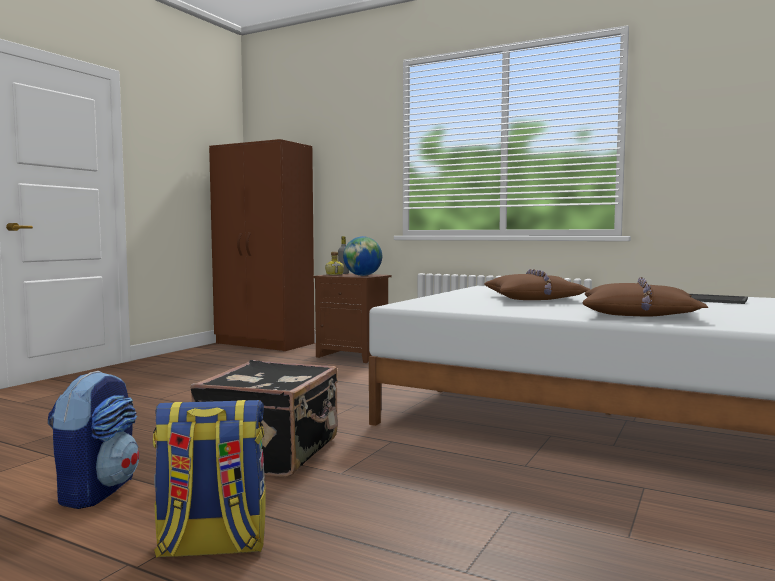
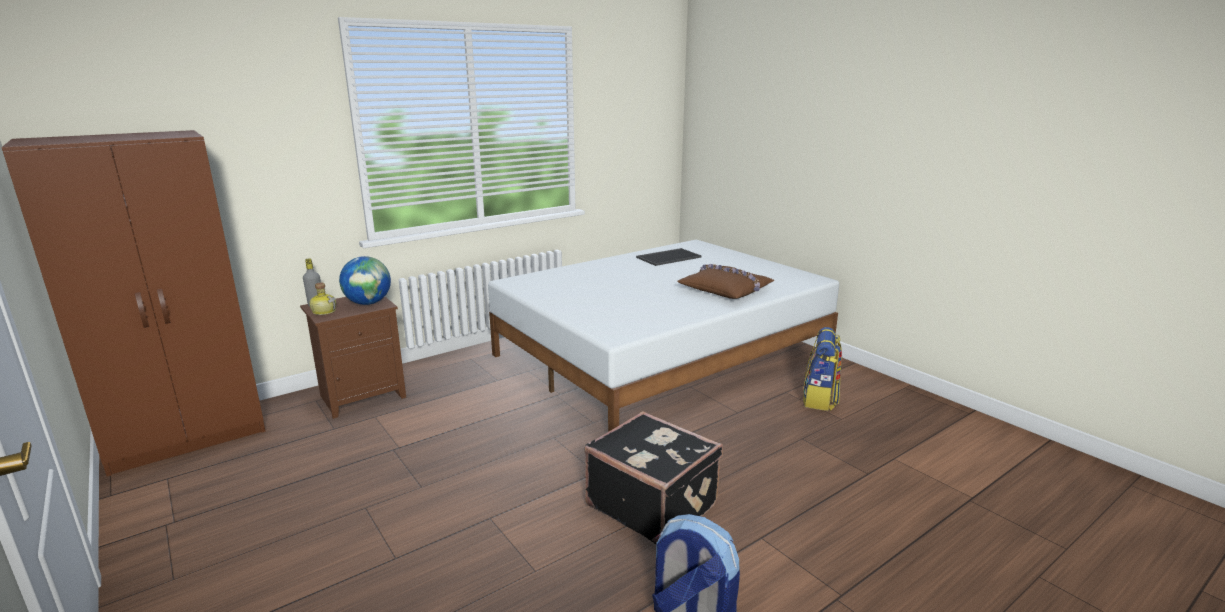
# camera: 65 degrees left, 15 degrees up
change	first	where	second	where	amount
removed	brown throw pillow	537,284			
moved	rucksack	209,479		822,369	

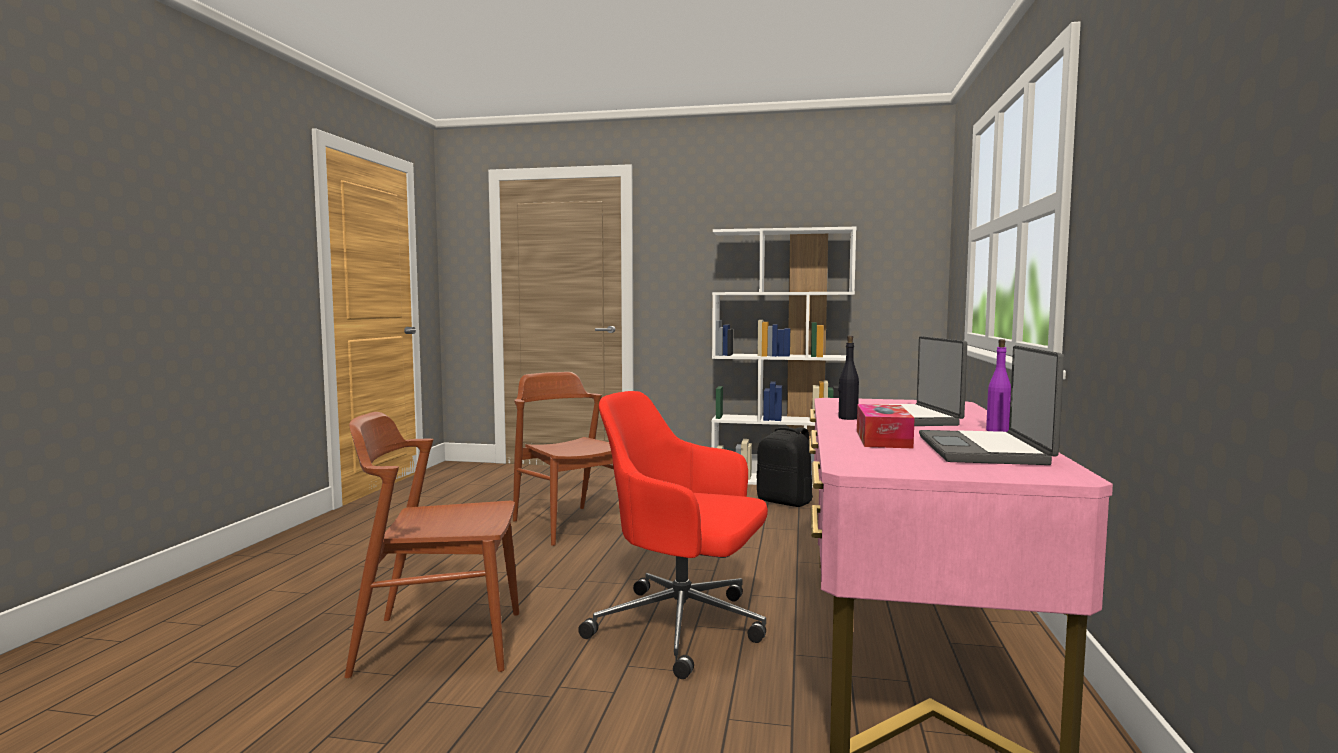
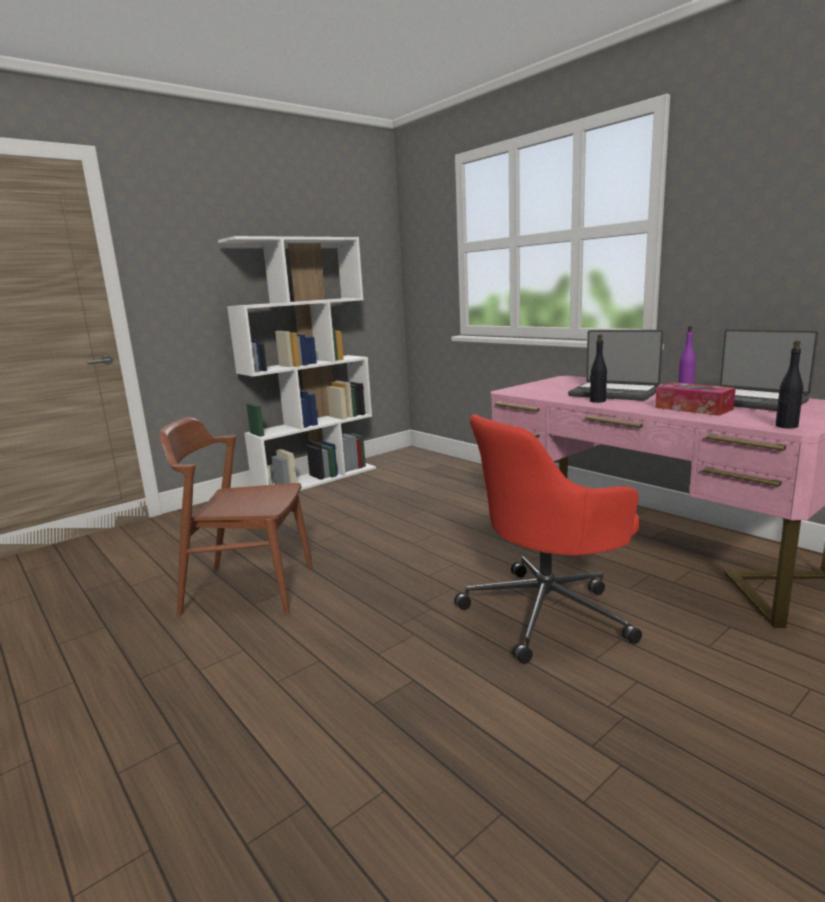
# camera: 50 degrees left, 10 degrees up
change	first	where	second	where	amount
removed	brown chair	432,545			
removed	black rucksack	784,466			
added			black beverage bottle	789,384	

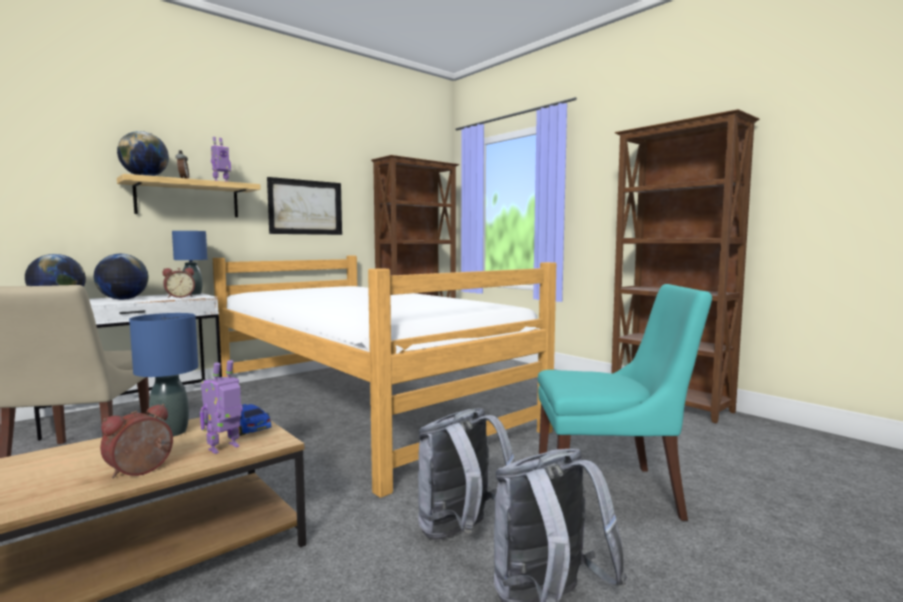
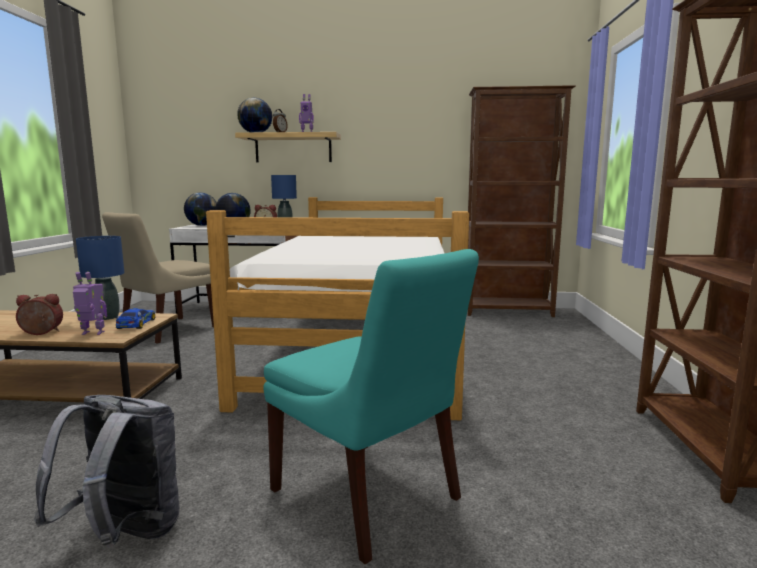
# camera: 45 degrees right, 5 degrees up
change	first	where	second	where	amount
removed	wall art	304,206			
removed	greyish rucksack	466,473			

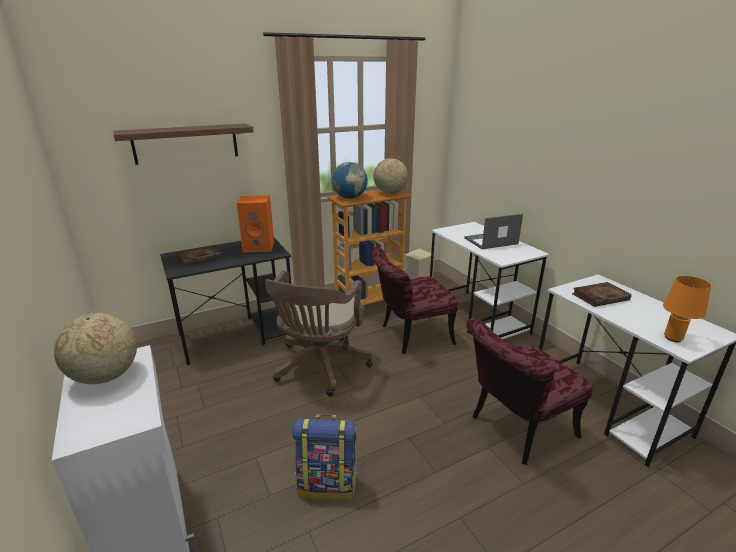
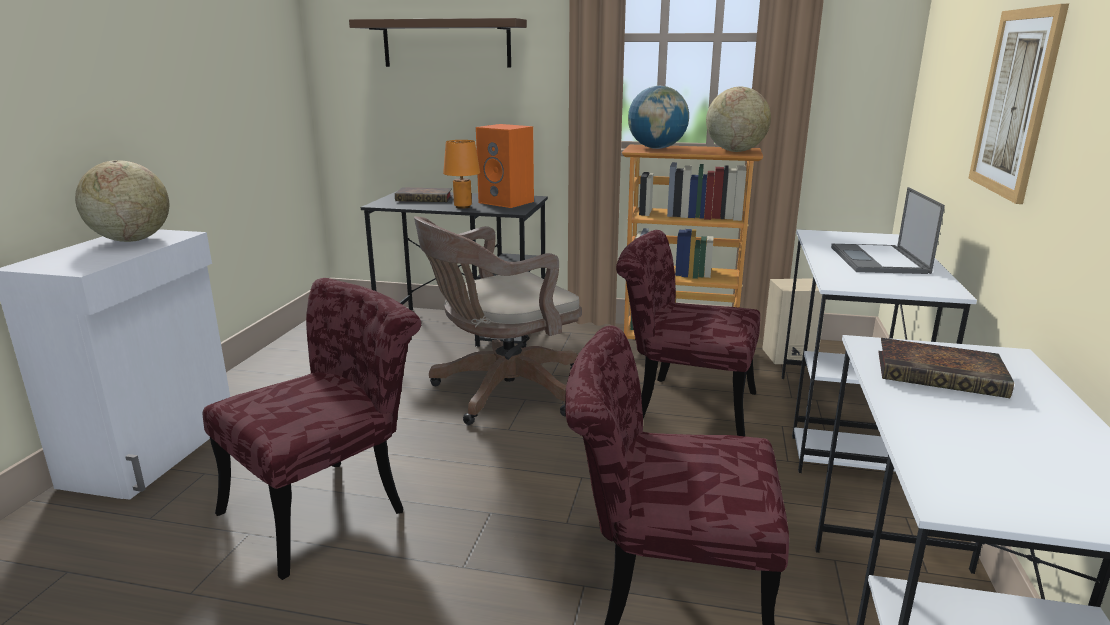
# camera: 40 degrees right, 5 degrees down
change	first	where	second	where	amount
added			wall art	1018,104	
moved	orange tabletop lamp	687,309		461,174	
replaced	rucksack	324,457	red chair	312,429	
turned	laptop	493,231		888,230	105 degrees counterclockwise

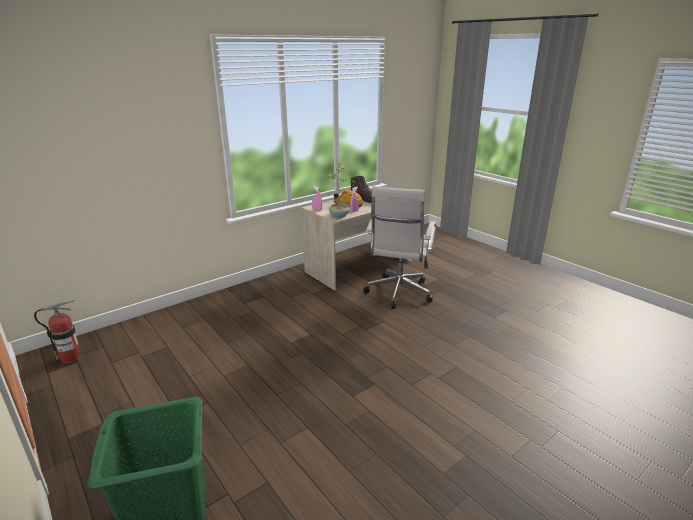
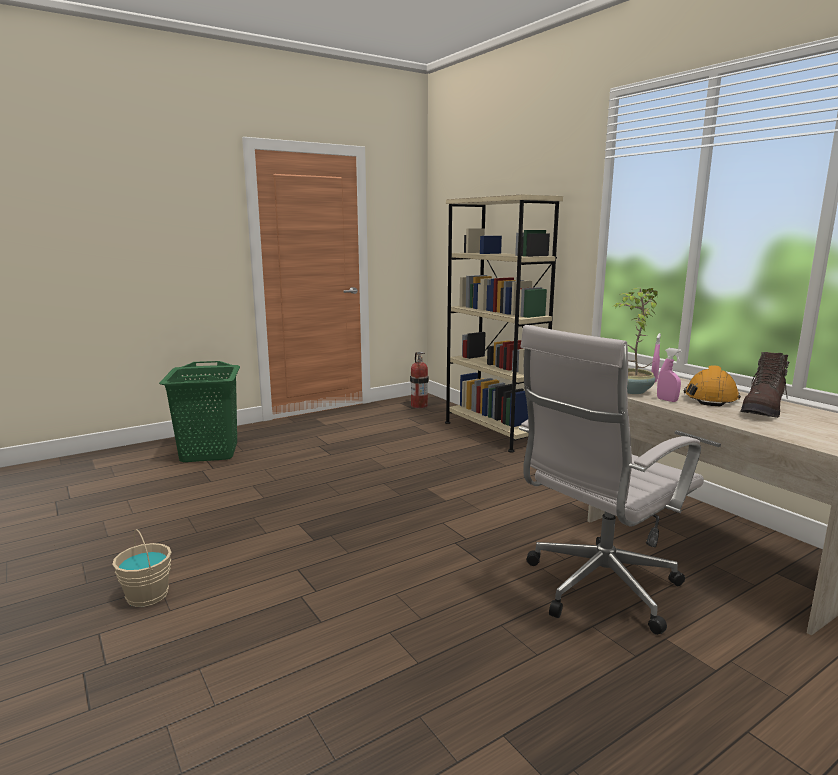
# camera: 95 degrees right, 10 degrees down
change	first	where	second	where	amount
added			beige bucket	141,568	
added			beige bookcase	504,323	
turned	whitish computer chair	399,247		611,480	60 degrees counterclockwise

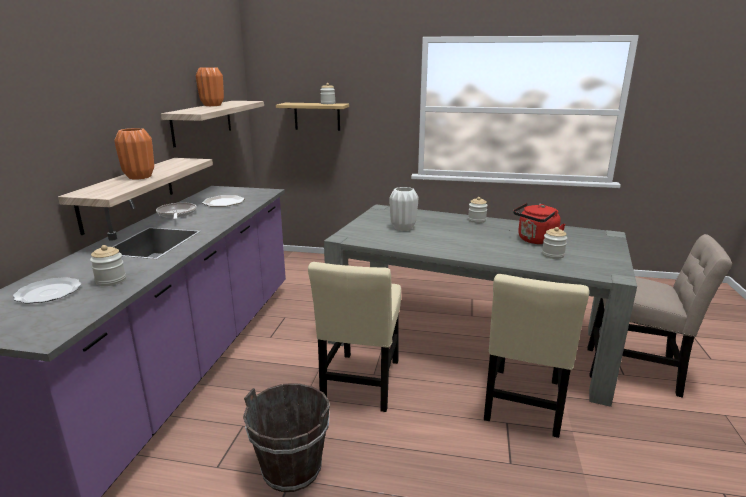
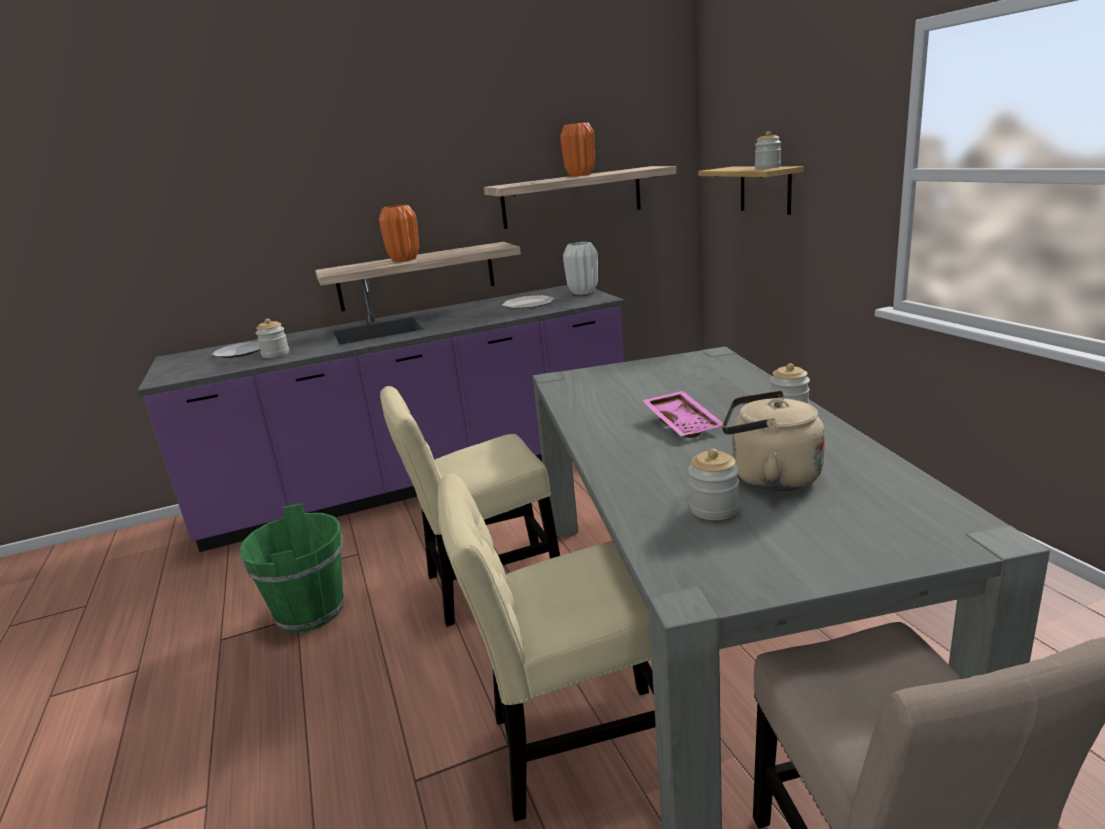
# camera: 60 degrees right, 0 degrees up
change	first	where	second	where	amount
removed	frying pan	176,211			
added			pink serving tray	682,414	
moved	whitish flower vase	404,209		580,268	
recoloured	brown bucket	286,437	greenish bucket	291,567	
recoloured	red water kettle	539,224	beige water kettle	773,441	

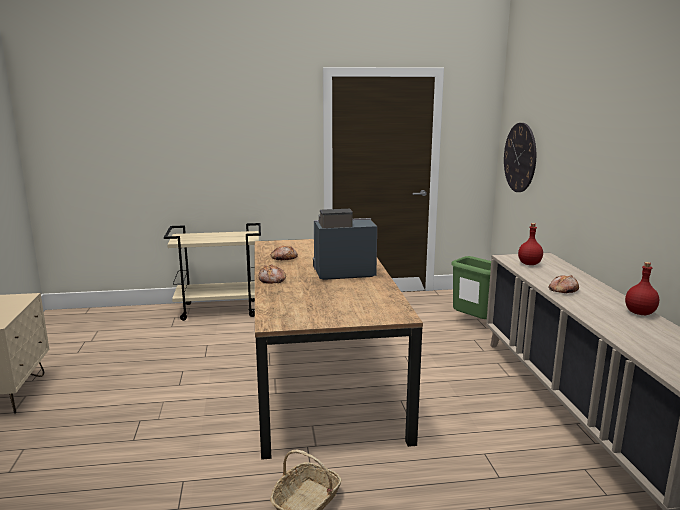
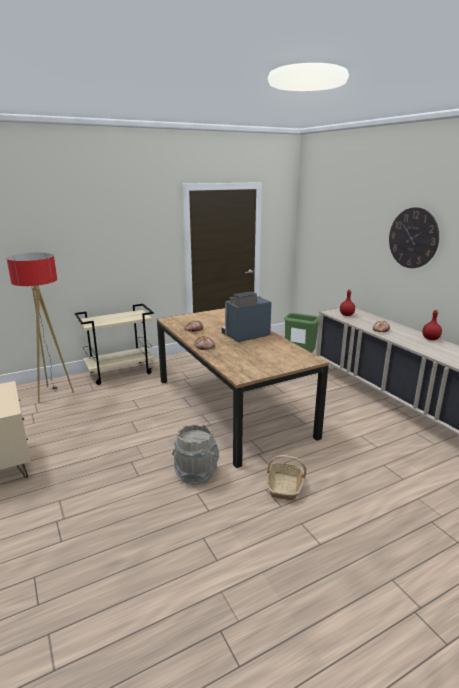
# camera: 20 degrees left, 5 degrees up
change	first	where	second	where	amount
added			floor lamp	40,328	
added			greyish bucket	195,454	
moved	wall clock	520,157		414,237	

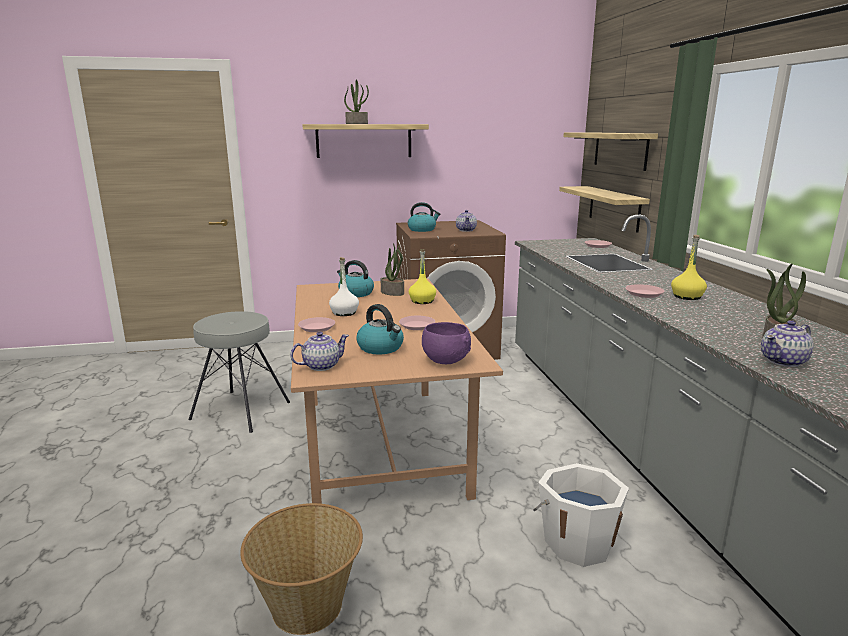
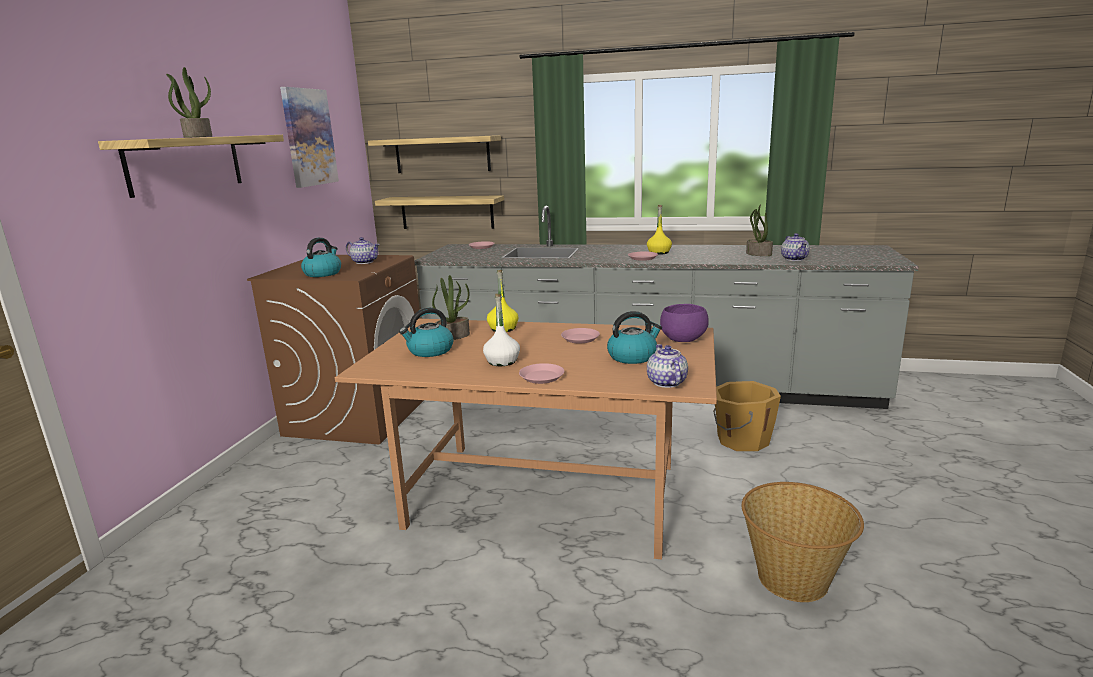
# camera: 65 degrees left, 0 degrees up
change	first	where	second	where	amount
removed	greyish stool seat	239,372			
added			wall art	309,137	
recoloured	whitish bucket	581,515	orange bucket	747,416	

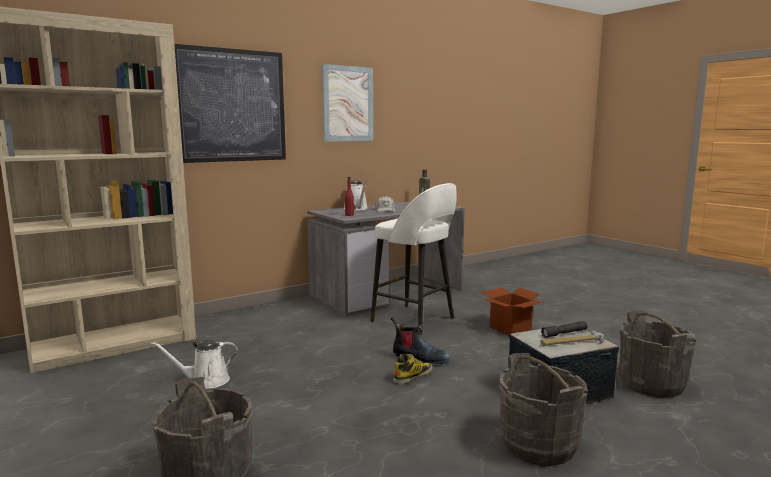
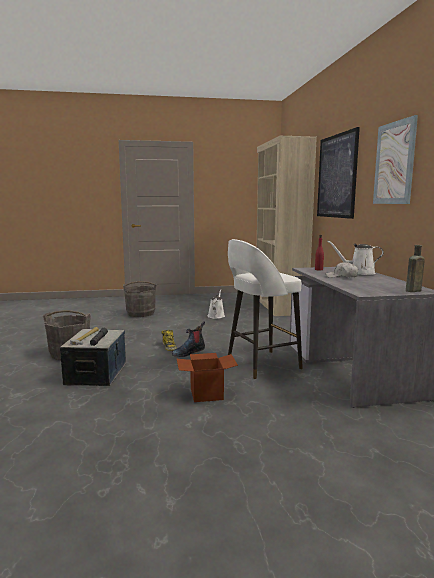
# camera: 115 degrees right, 0 degrees up
change	first	where	second	where	amount
removed	greyish bucket	657,354			

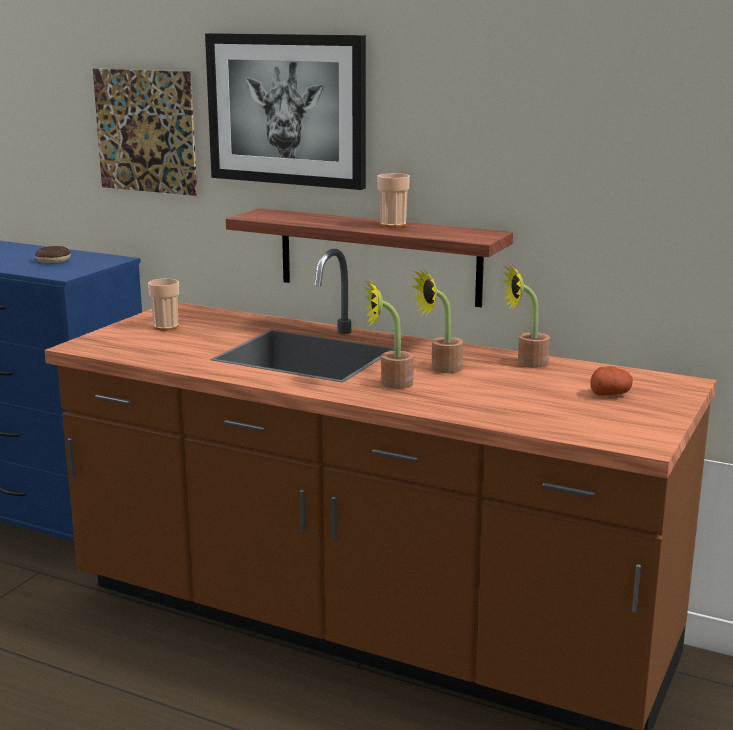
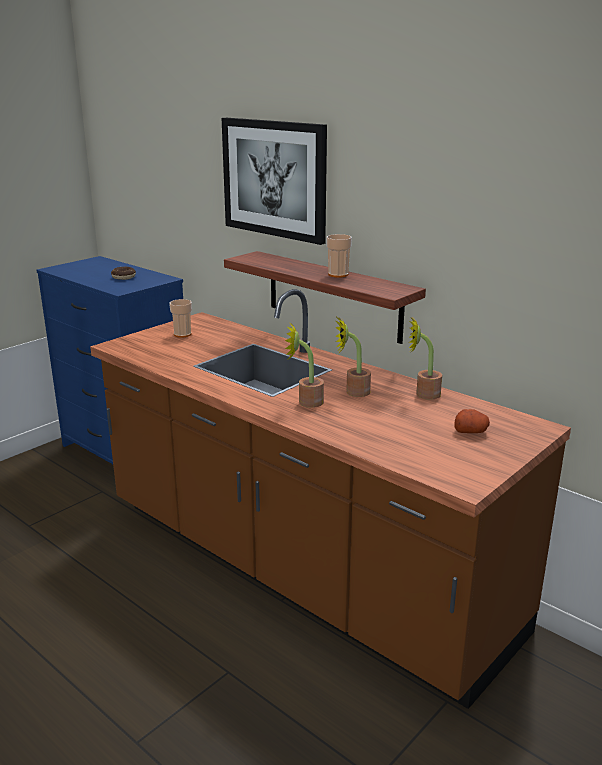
# camera: 15 degrees right, 5 degrees up
change	first	where	second	where	amount
removed	wall art	145,132			

